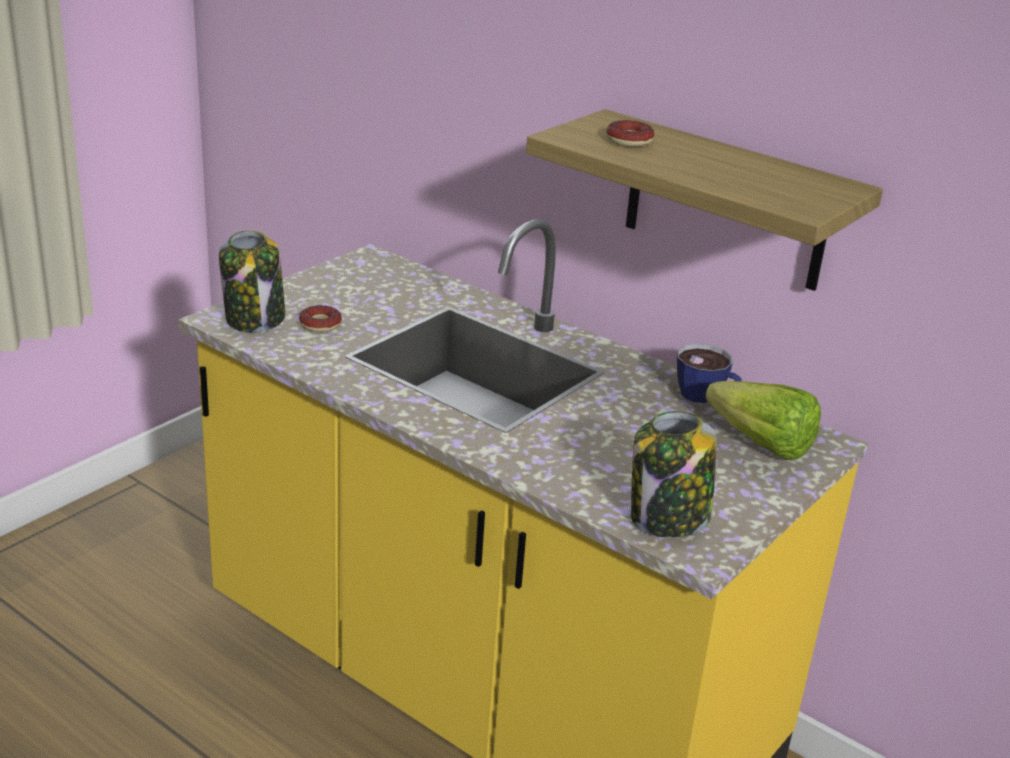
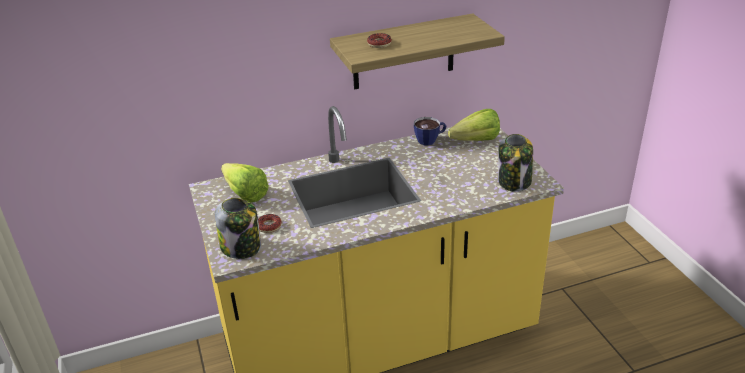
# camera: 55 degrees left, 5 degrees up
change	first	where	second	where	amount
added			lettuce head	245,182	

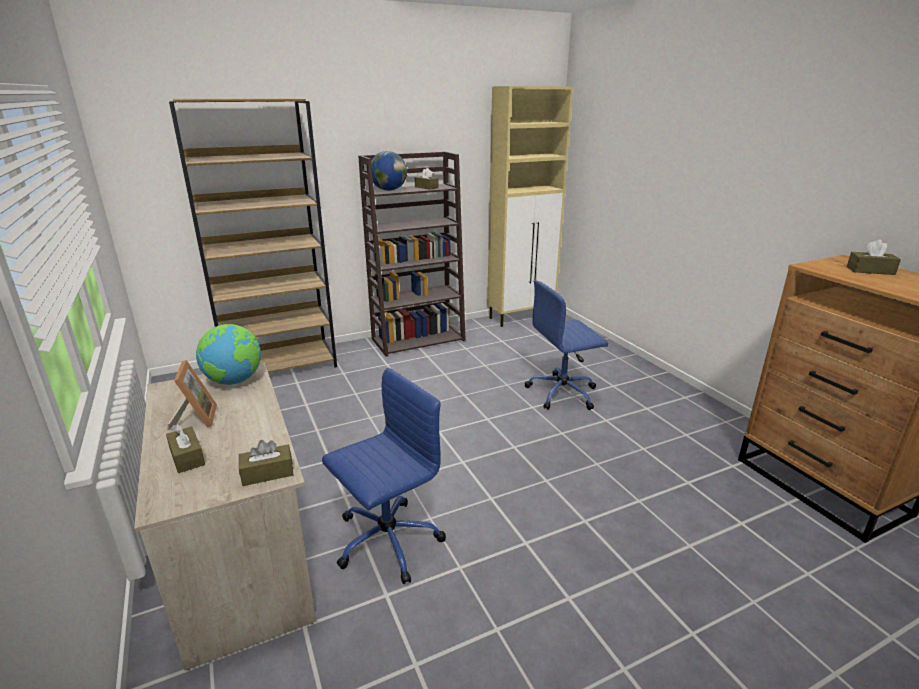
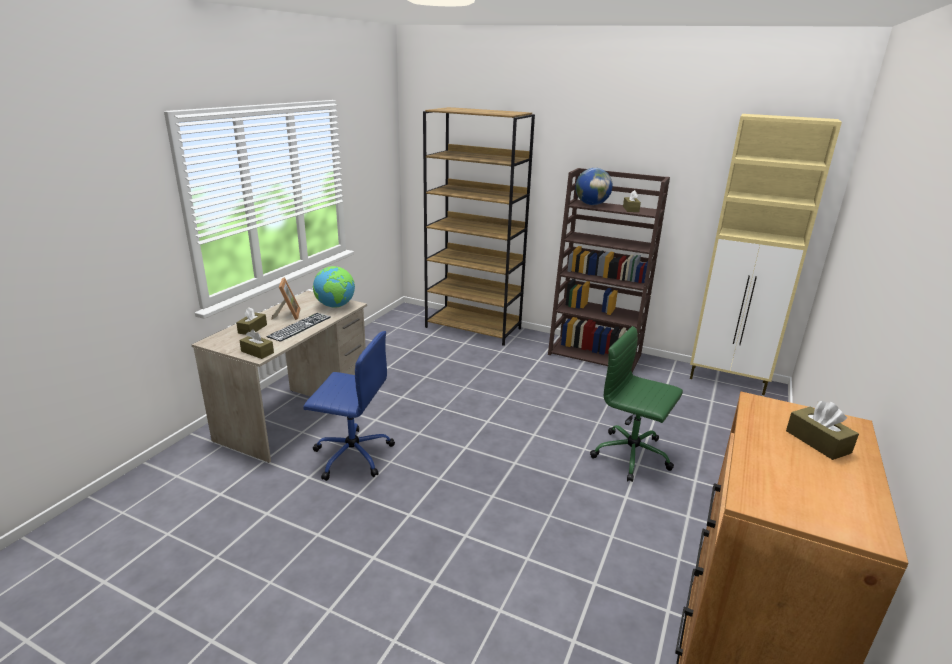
# camera: 50 degrees right, 0 degrees up
change	first	where	second	where	amount
added			computer keyboard	298,327	
recoloured	blue-coloured computer chair	566,345	greenish computer chair	636,404	
turned	standing frame	192,395		286,298	45 degrees counterclockwise

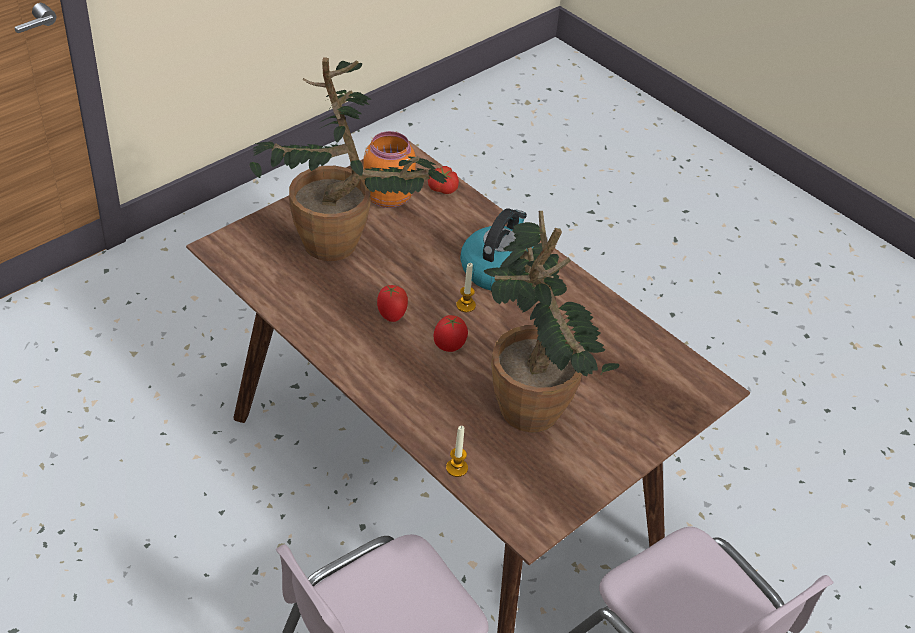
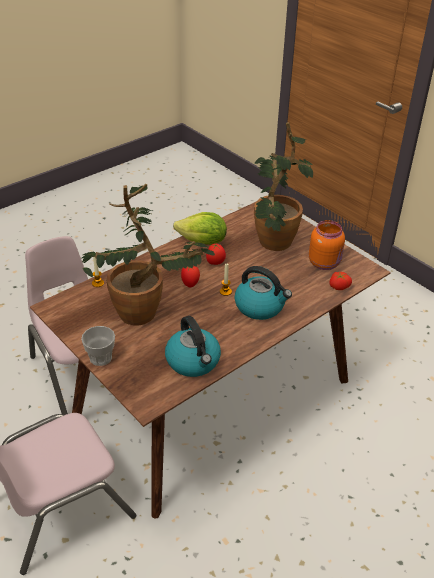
# camera: 95 degrees right, 5 degrees down
change	first	where	second	where	amount
added			drinking cup	98,346	
added			water kettle	193,346	
added			lettuce head	200,228	

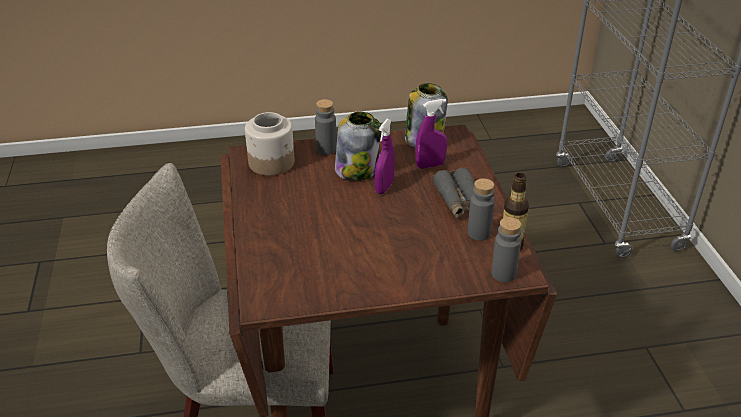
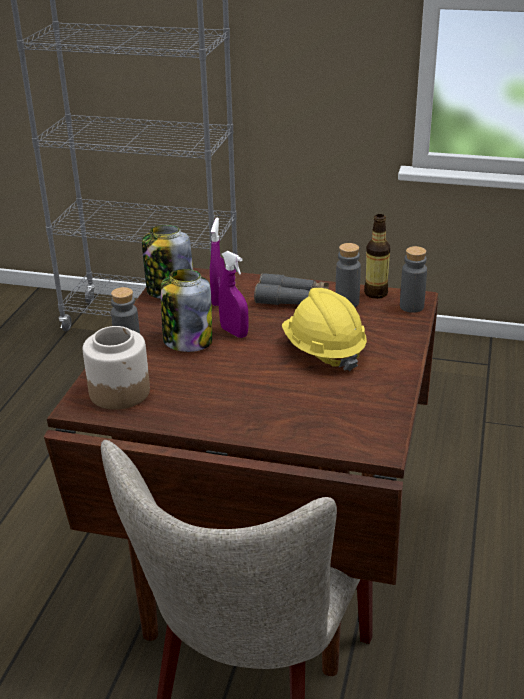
# camera: 65 degrees left, 5 degrees down
change	first	where	second	where	amount
added			yellow-coloured hard hat	324,329	

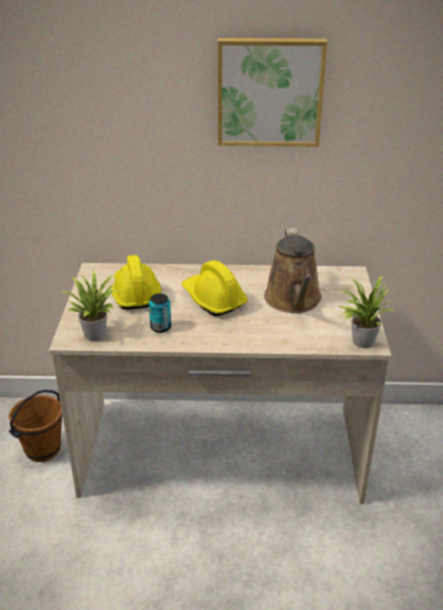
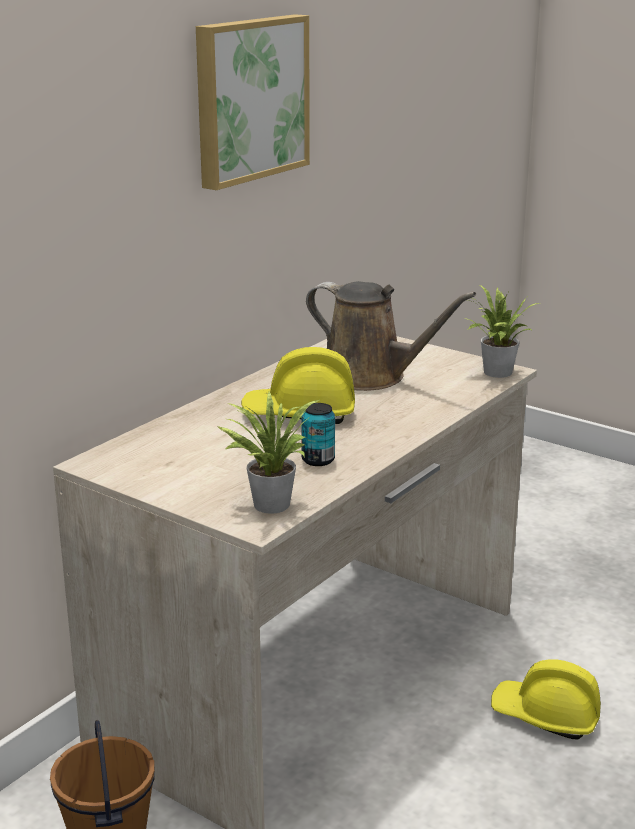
# camera: 55 degrees left, 10 degrees down
change	first	where	second	where	amount
moved	yellow-coloured hard hat	136,282		546,699	

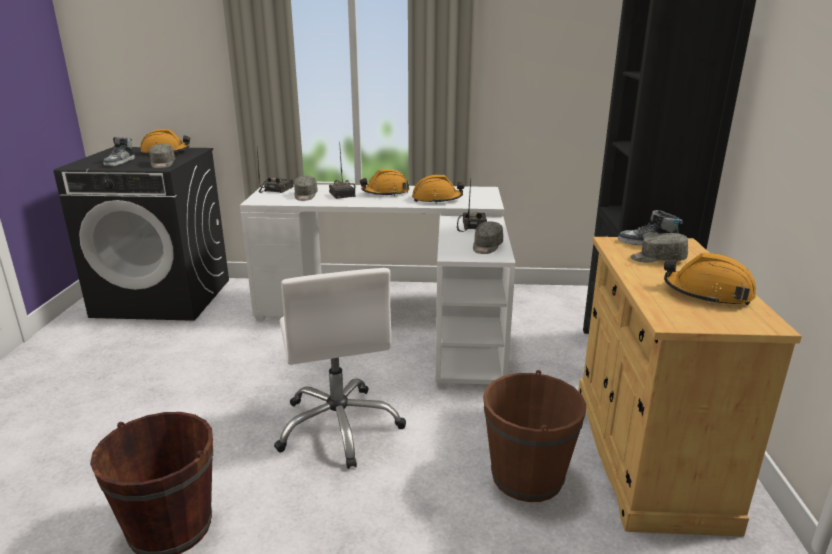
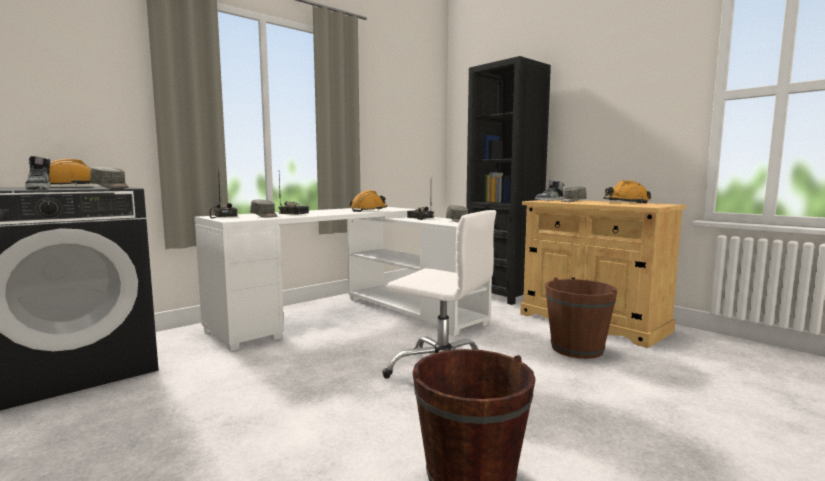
# camera: 45 degrees left, 15 degrees down
change	first	where	second	where	amount
removed	orange hard hat	385,182			

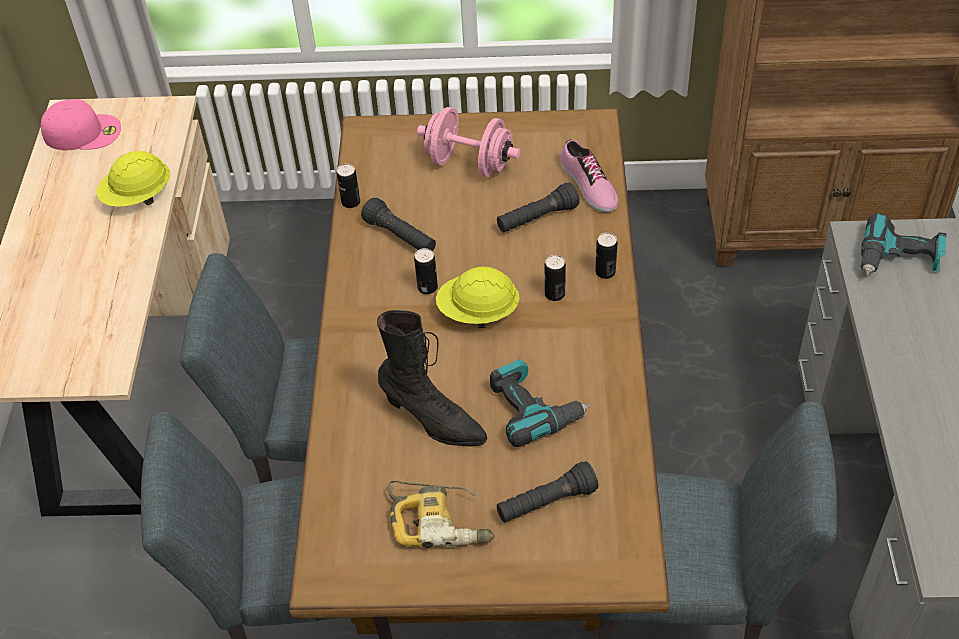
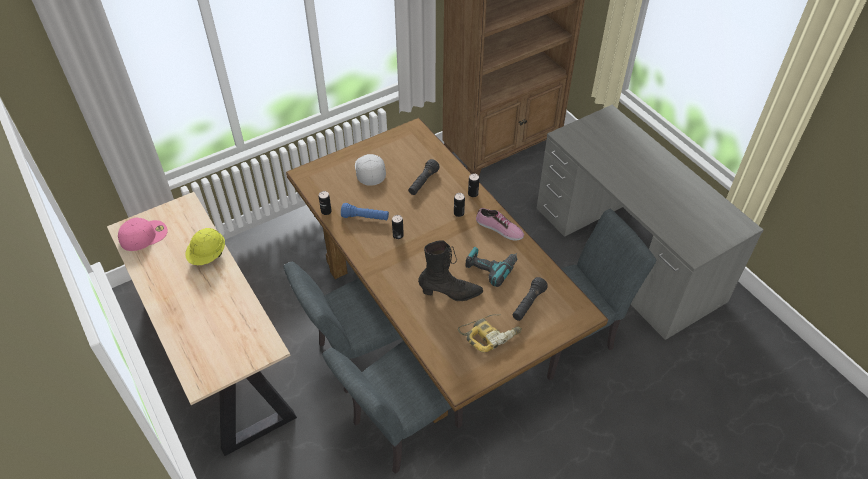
# camera: 35 degrees left, 0 degrees up
change	first	where	second	where	amount
removed	yellow-coloured hard hat	478,297			
removed	drill	903,244			
moved	item of footwear	589,175		500,224	
replaced	pink free weight	468,142	whitish baseball cap	370,170	
recoloured	black torch	398,224	blue-coloured torch	365,211	

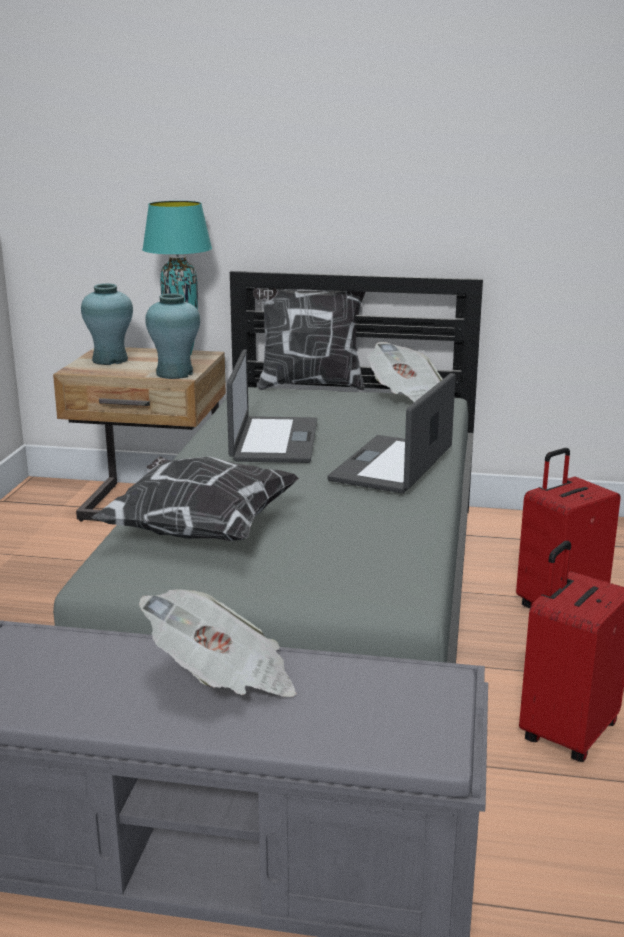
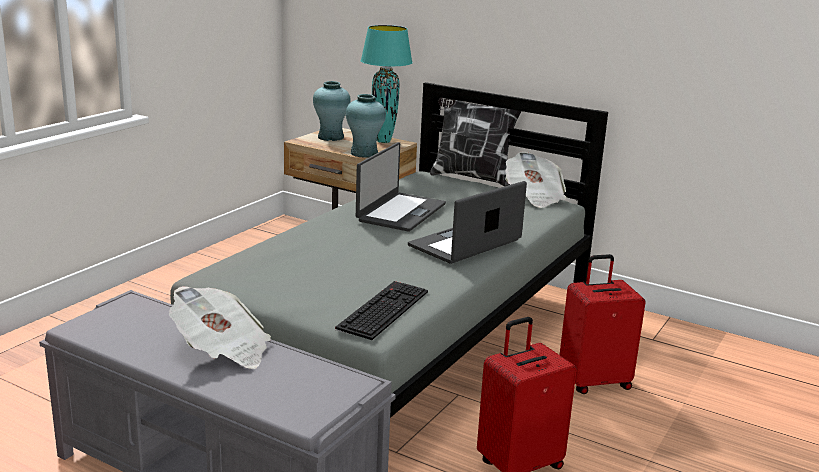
# camera: 20 degrees right, 0 degrees up
change	first	where	second	where	amount
removed	throw pillow	195,498			
added			computer keyboard	381,310	

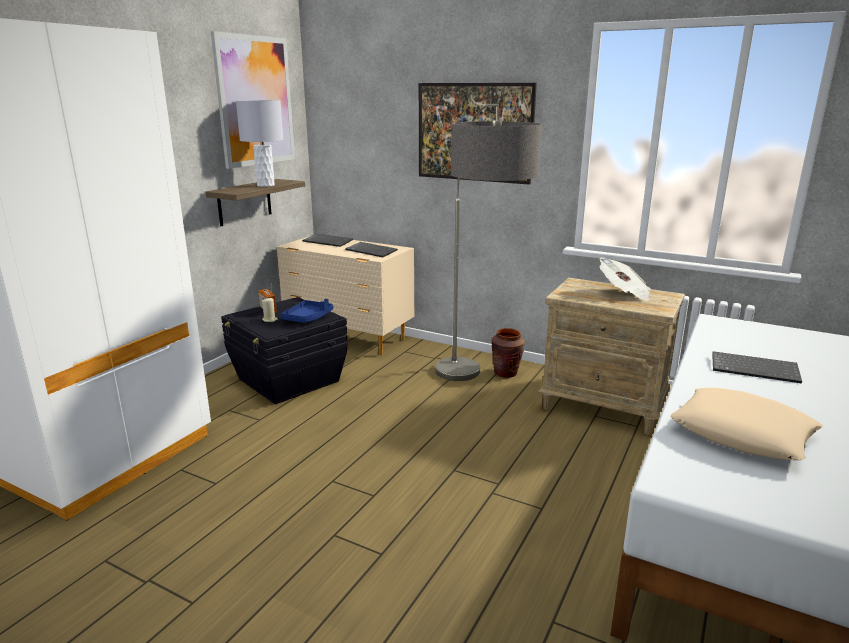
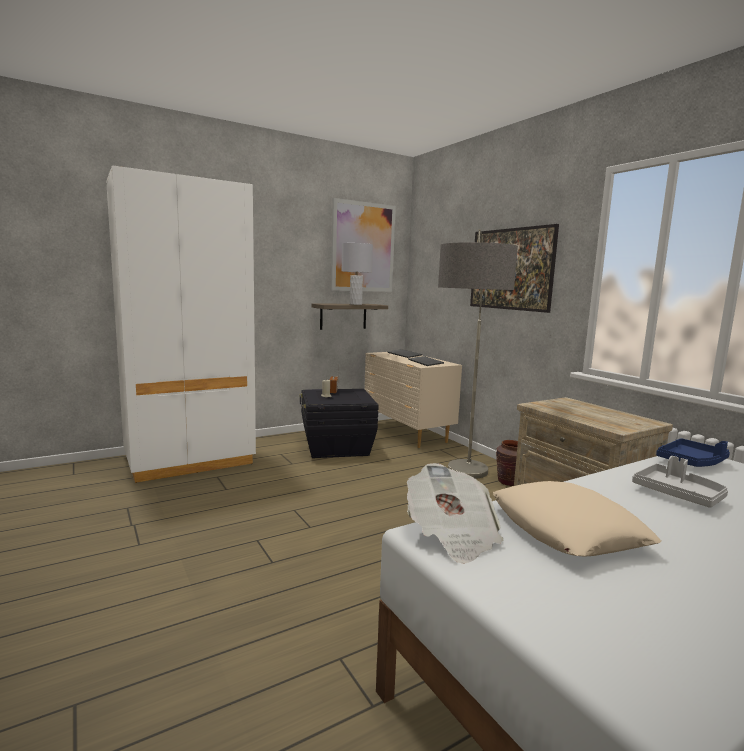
# camera: 30 degrees right, 10 degrees down
change	first	where	second	where	amount
moved	blue-coloured serving tray	307,311		693,452	
moved	printed paper	625,279		455,513	
replaced	computer keyboard	757,367	greyish serving tray	680,482	

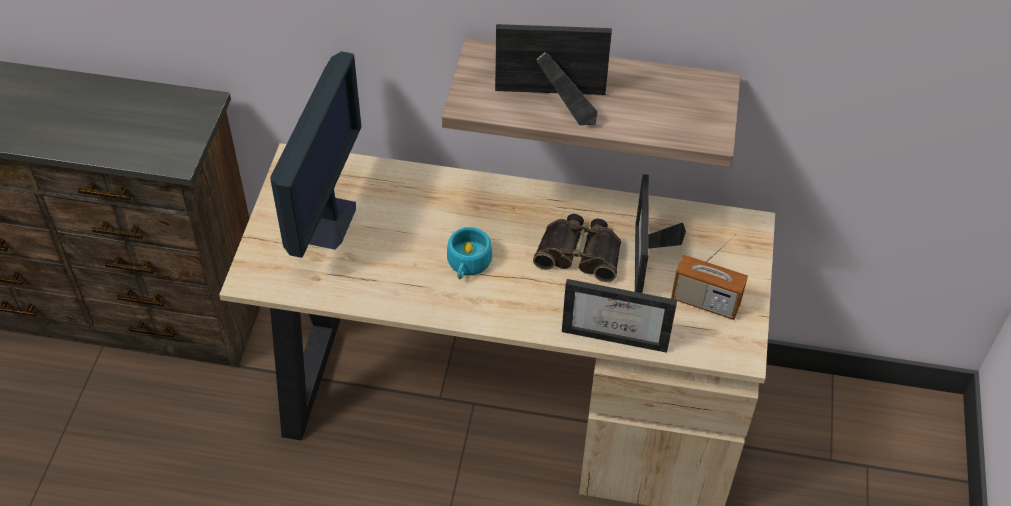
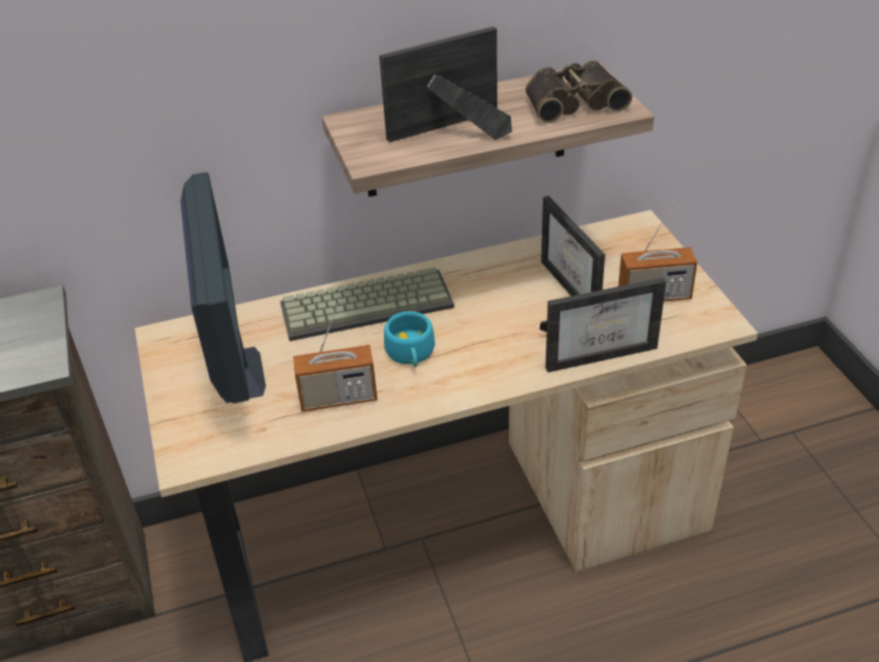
# camera: 25 degrees left, 10 degrees down
change	first	where	second	where	amount
added			computer keyboard	367,304	
added			radio set	335,356	
moved	field glasses	577,248		579,91	

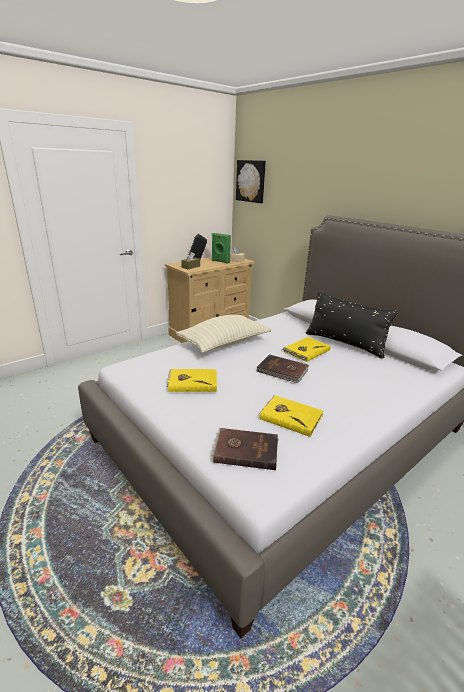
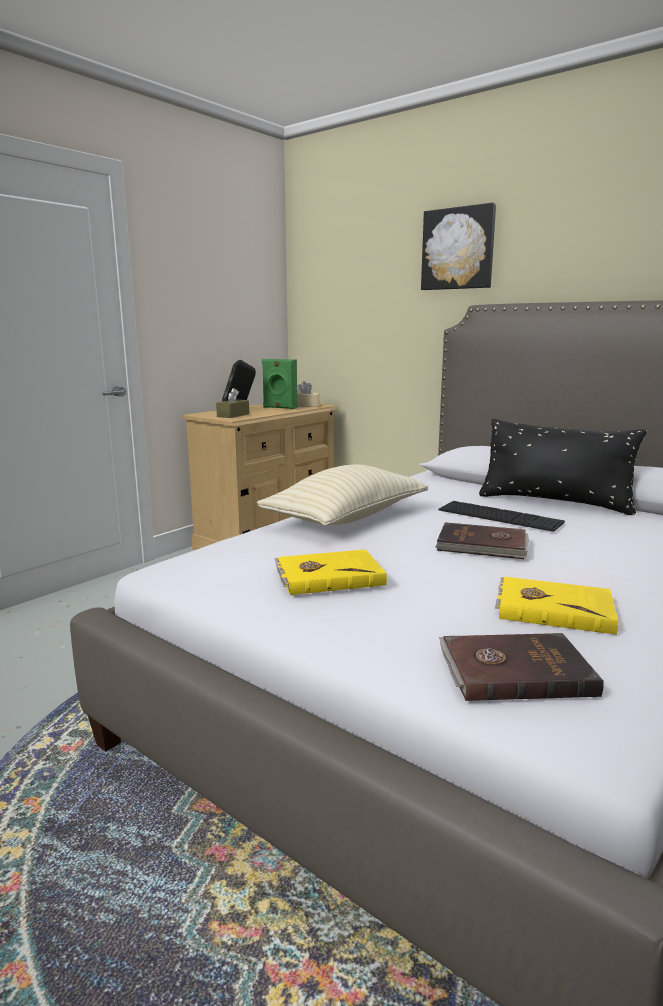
# camera: 10 degrees left, 10 degrees down
change	first	where	second	where	amount
moved	wall art	251,181		458,246	
replaced	yellow-coloured book	306,349	computer keyboard	501,516	

